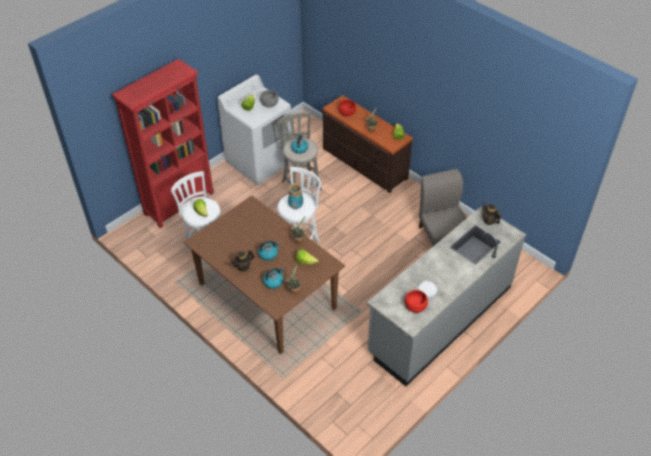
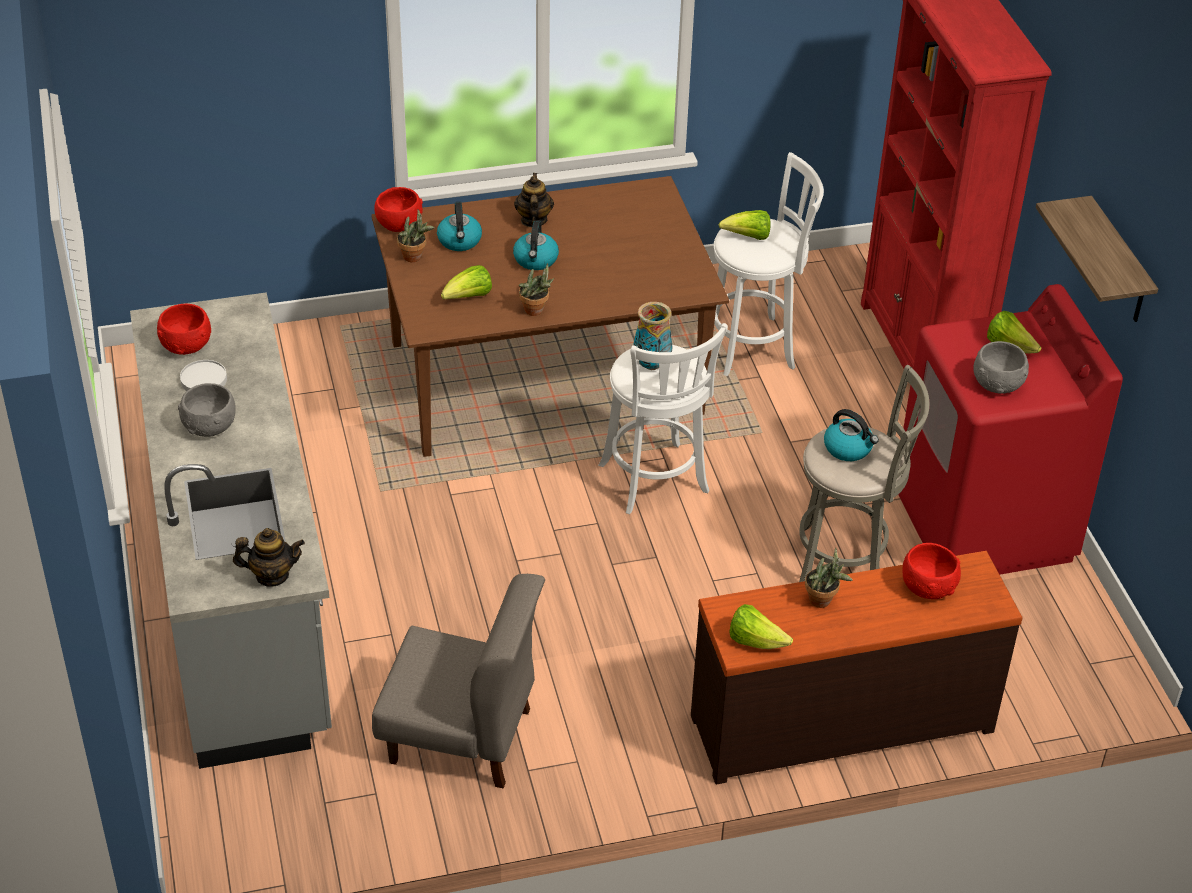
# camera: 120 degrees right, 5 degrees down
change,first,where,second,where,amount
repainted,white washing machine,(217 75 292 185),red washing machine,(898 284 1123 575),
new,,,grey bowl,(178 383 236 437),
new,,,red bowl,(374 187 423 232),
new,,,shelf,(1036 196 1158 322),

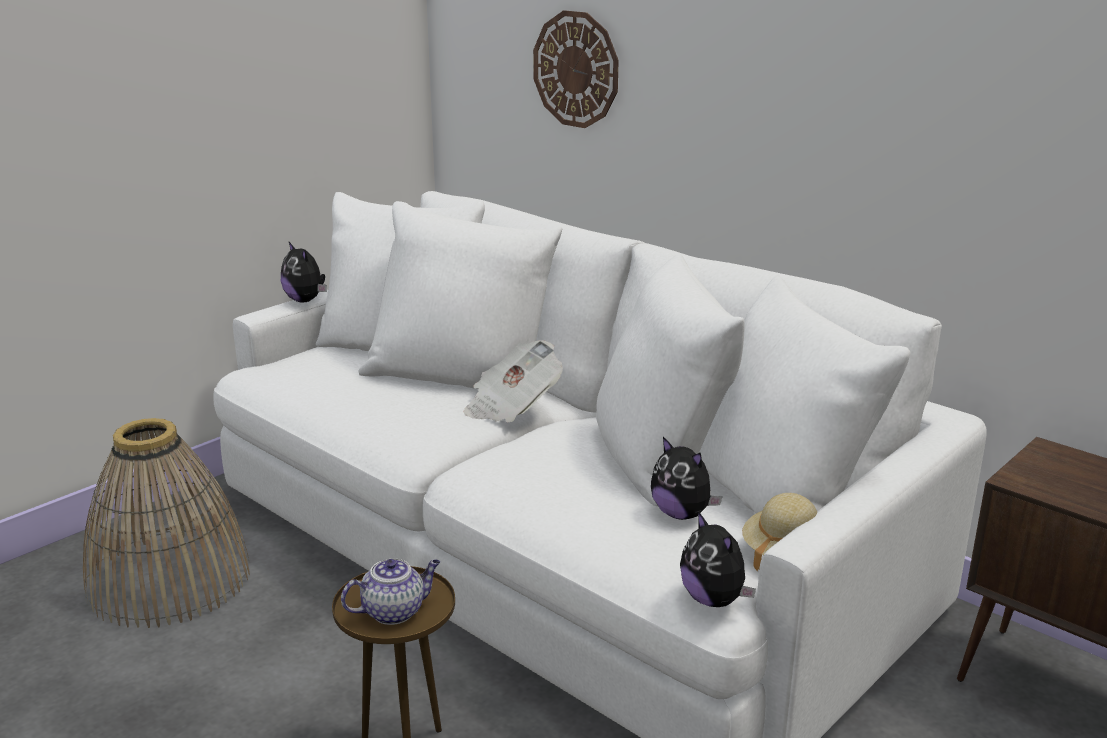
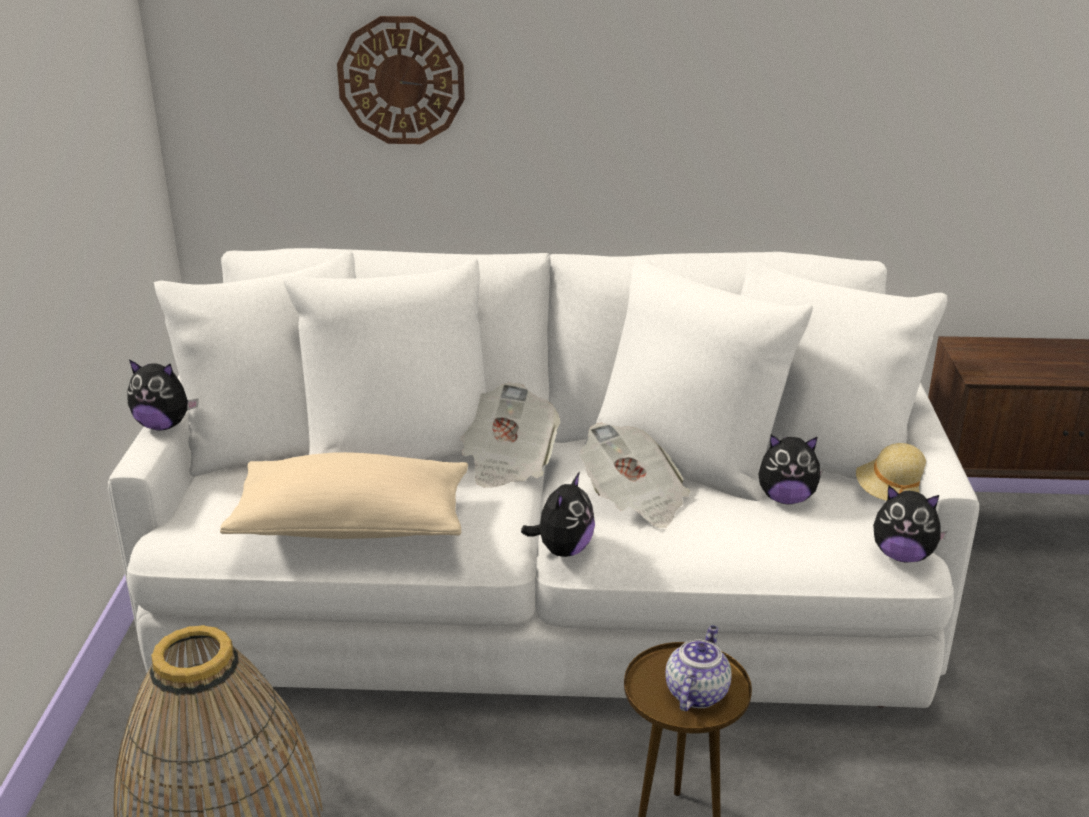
# camera: 40 degrees left, 5 degrees up
change,first,where,second,where,amount
new,,,beige pillow,(220 452 468 539),
new,,,plush toy,(521 472 595 557),
new,,,newspaper,(580 422 690 528),

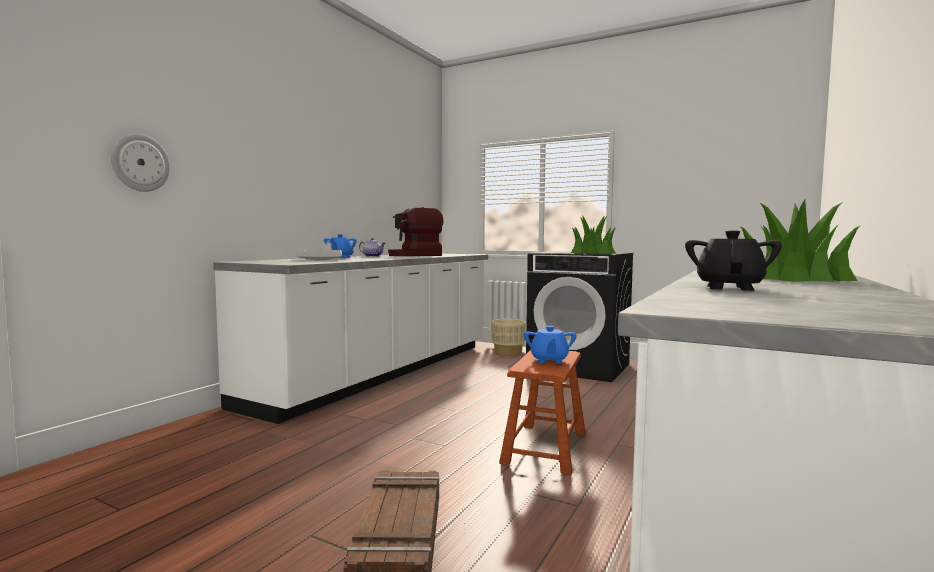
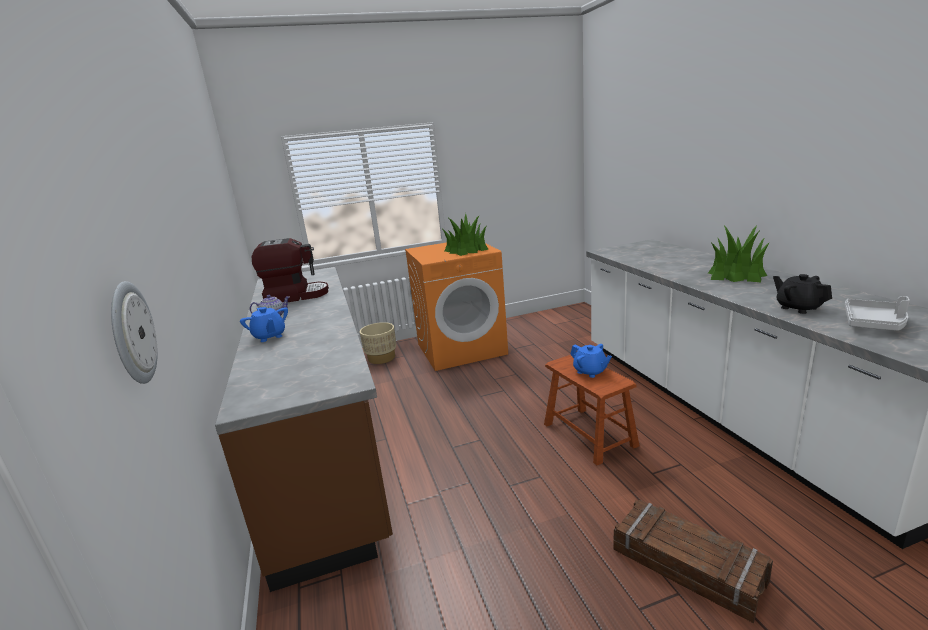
# camera: 45 degrees left, 15 degrees up
change,first,where,second,where,amount
repainted,white counter,(213 254 488 424),brown counter,(215 267 393 592),
shifted,grey tray,(296 243 342 260),,(845 296 910 331),
rotated,coffee machine,(388 207 443 256),,(252 238 329 302),120 degrees counterclockwise
repainted,black washing machine,(526 251 634 382),orange washing machine,(405 243 508 371),

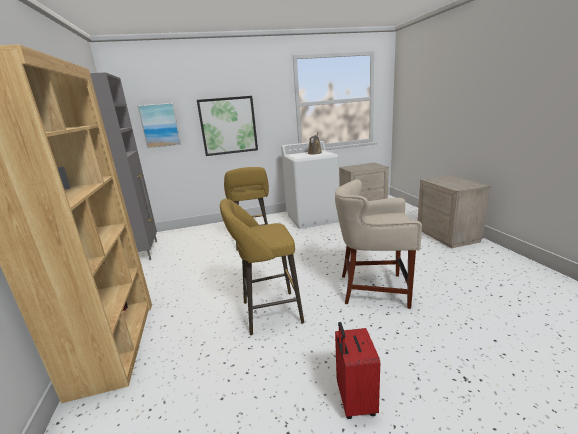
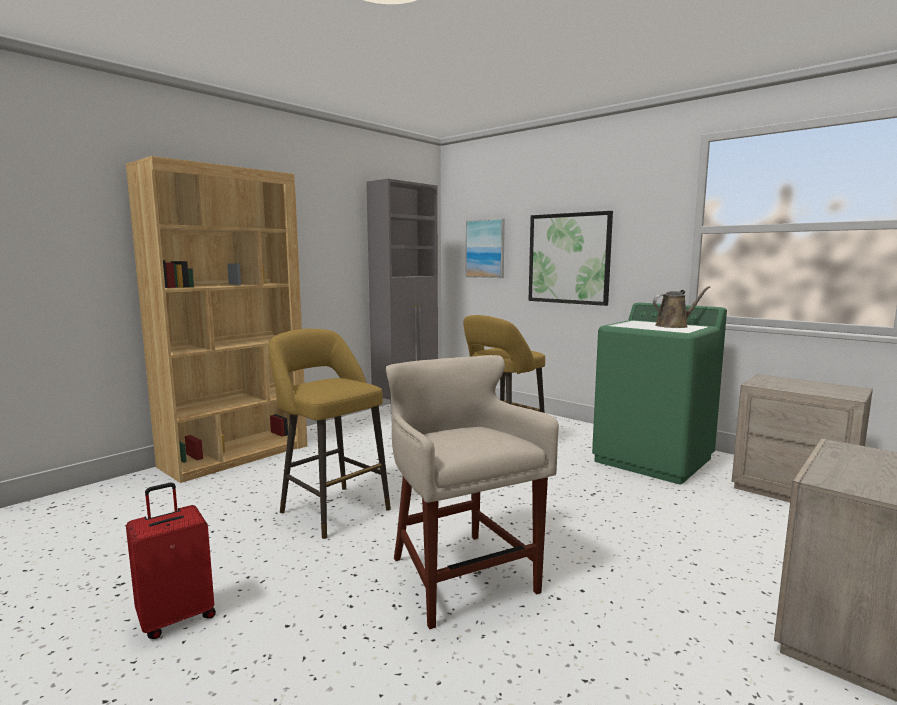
# camera: 55 degrees right, 10 degrees down
change,first,where,second,where,amount
repainted,white washing machine,(281 141 340 229),green washing machine,(592 302 727 484),

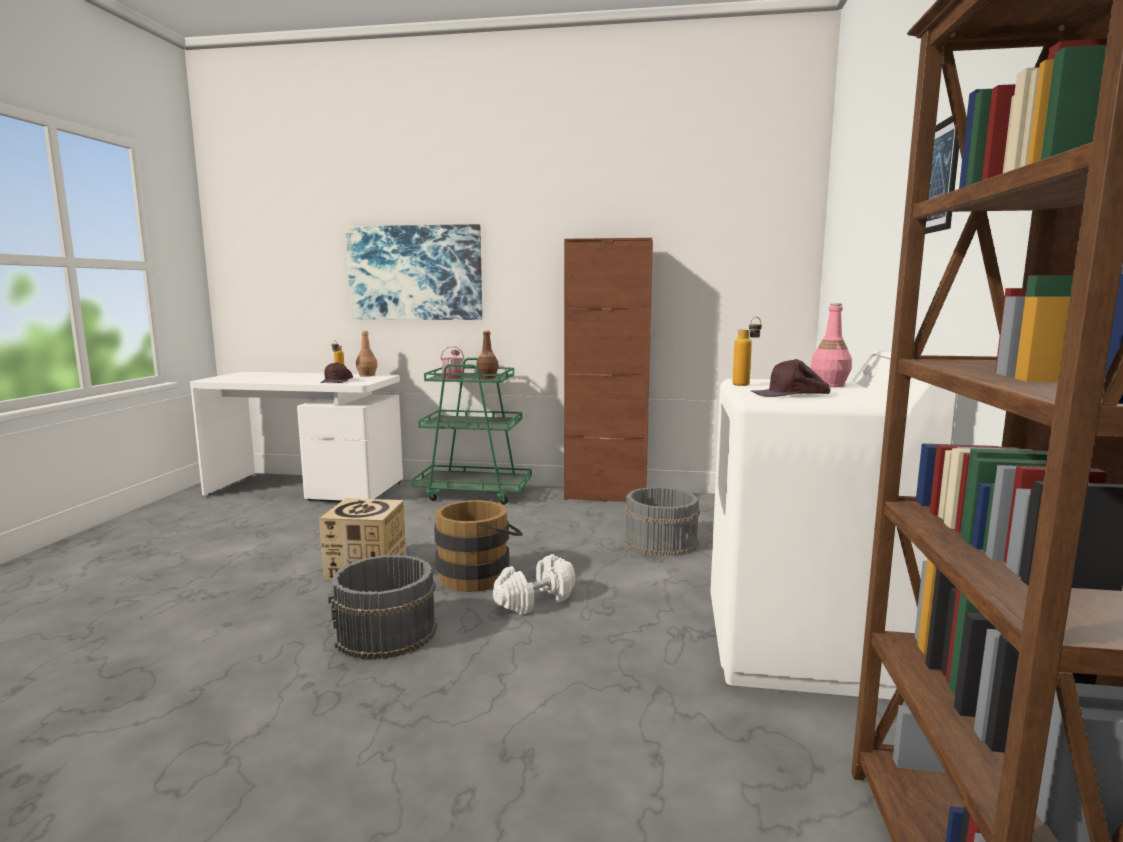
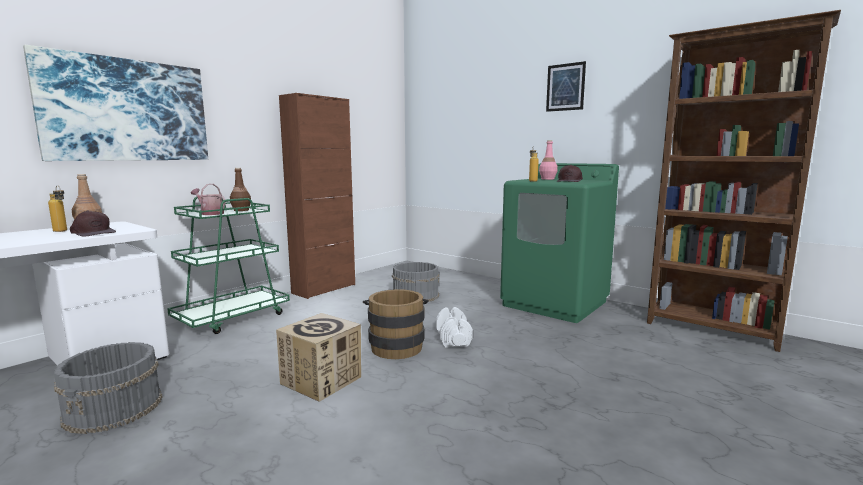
# camera: 60 degrees left, 0 degrees up
change,first,where,second,where,amount
shifted,grey bucket,(327 555 437 660),,(54 342 162 434),
repainted,white washing machine,(710 350 958 699),green washing machine,(500 163 619 323),

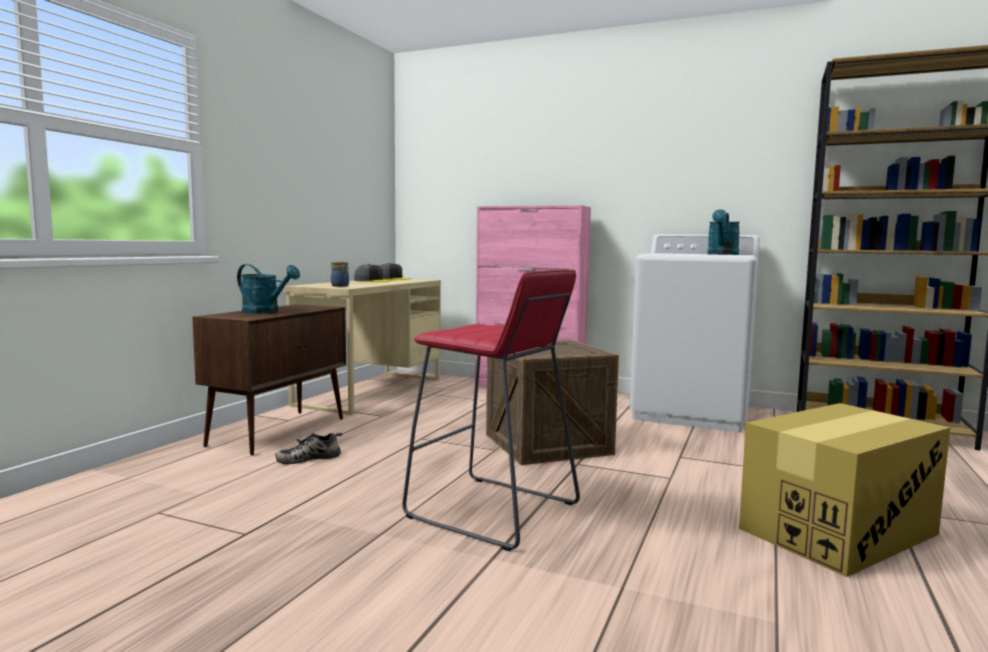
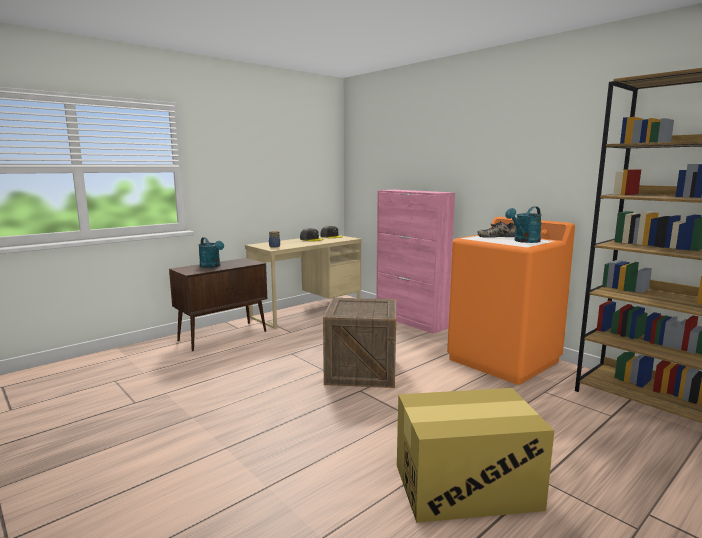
# camera: 25 degrees right, 5 degrees up
change,first,where,second,where,amount
shifted,shoe,(275 433 342 464),,(478 221 515 238),
gone,red stool,(402 270 580 551),,,
repainted,white washing machine,(629 234 760 432),orange washing machine,(447 217 575 385),

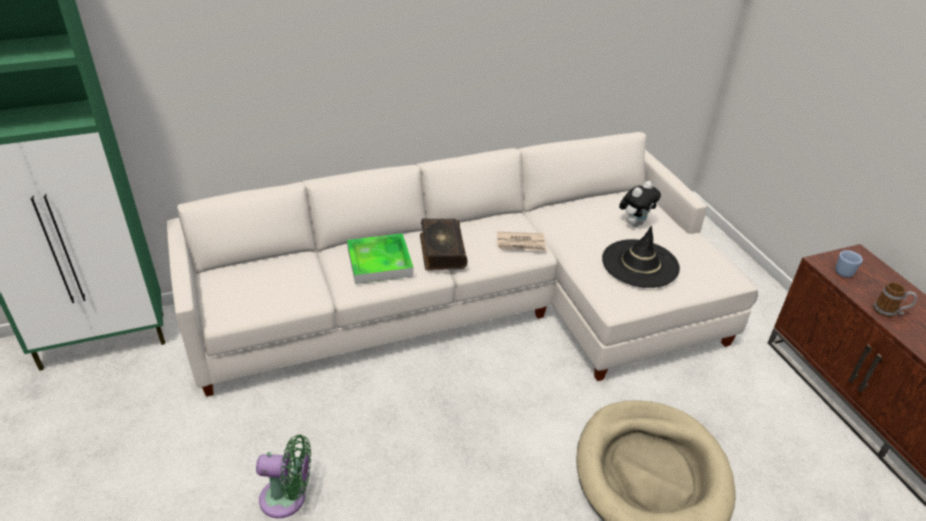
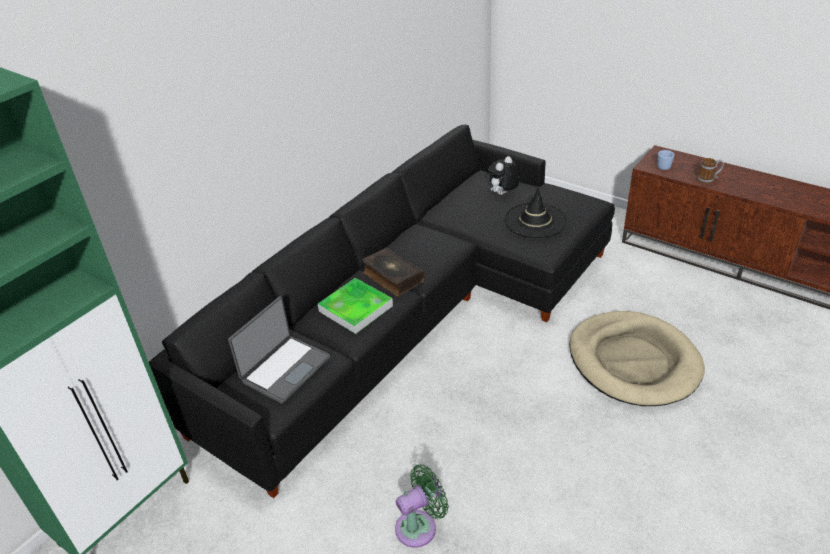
# camera: 30 degrees left, 0 degrees up
change,first,where,second,where,amount
repainted,white sofa,(167 132 758 397),black sofa,(149 125 615 498),
gone,newspaper,(497 232 546 251),,,
rotated,plush toy,(619 181 661 227),,(488 156 519 195),150 degrees counterclockwise
new,,,laptop,(228 296 331 404),

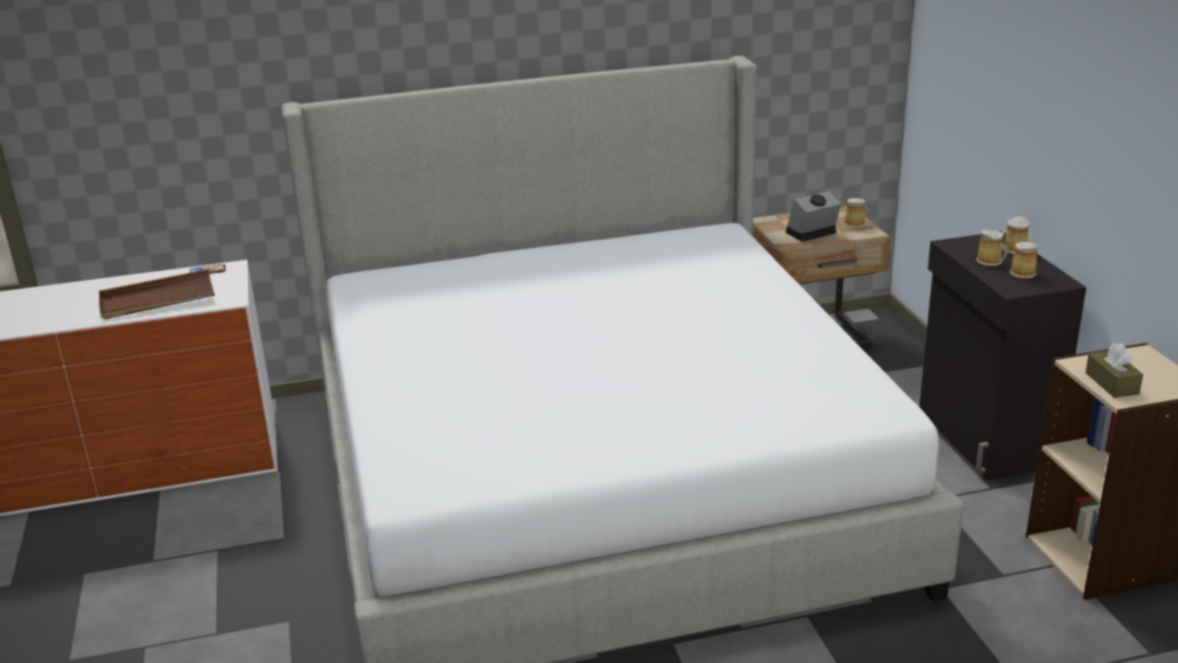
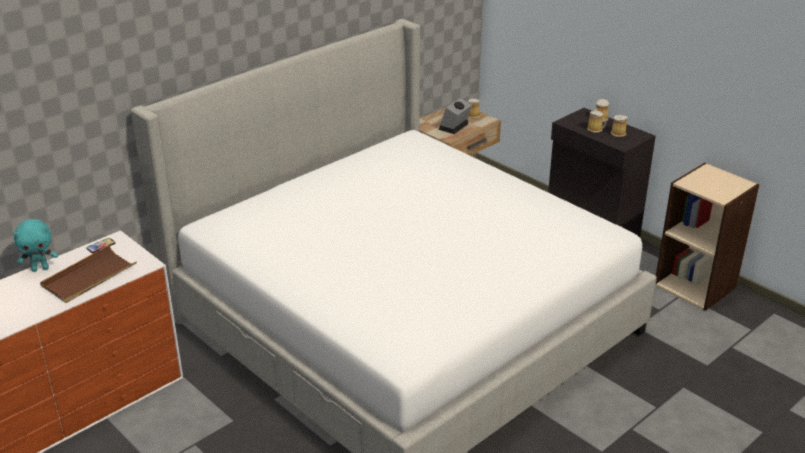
# camera: 30 degrees left, 5 degrees up
change,first,where,second,where,amount
gone,brown tissue box,(1085 343 1143 398),,,
new,,,turquoise plush toy,(13 219 58 272),

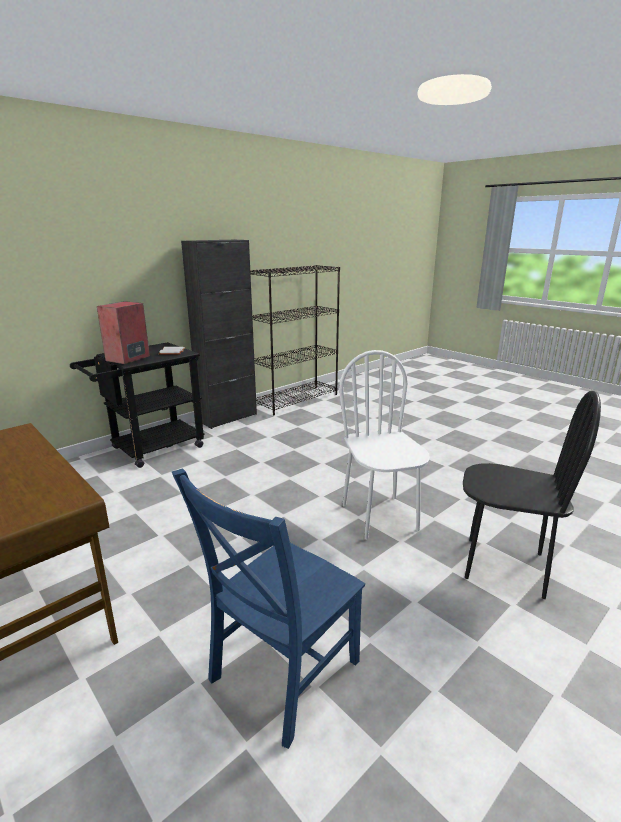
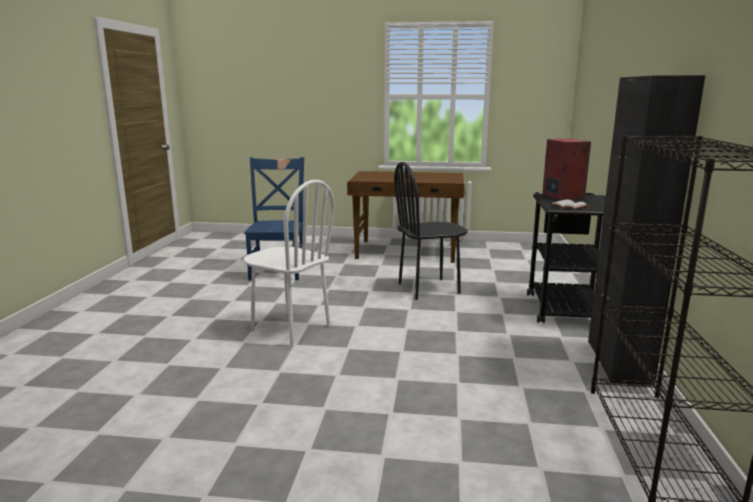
# camera: 140 degrees right, 5 degrees down
change,first,where,second,where,amount
shifted,black chair,(463 391 601 599),,(394 162 468 300),

